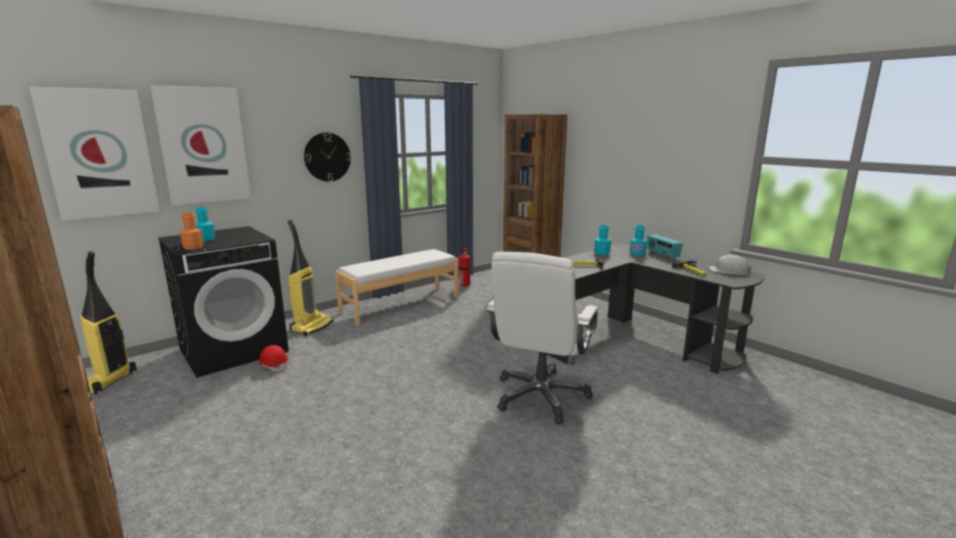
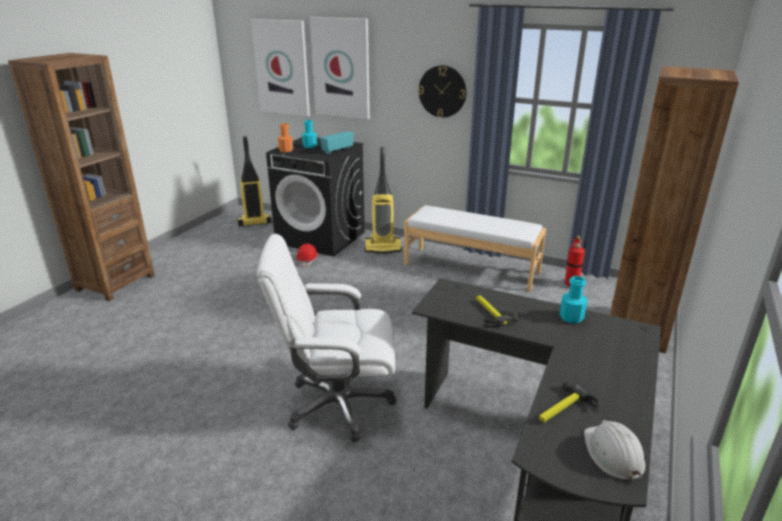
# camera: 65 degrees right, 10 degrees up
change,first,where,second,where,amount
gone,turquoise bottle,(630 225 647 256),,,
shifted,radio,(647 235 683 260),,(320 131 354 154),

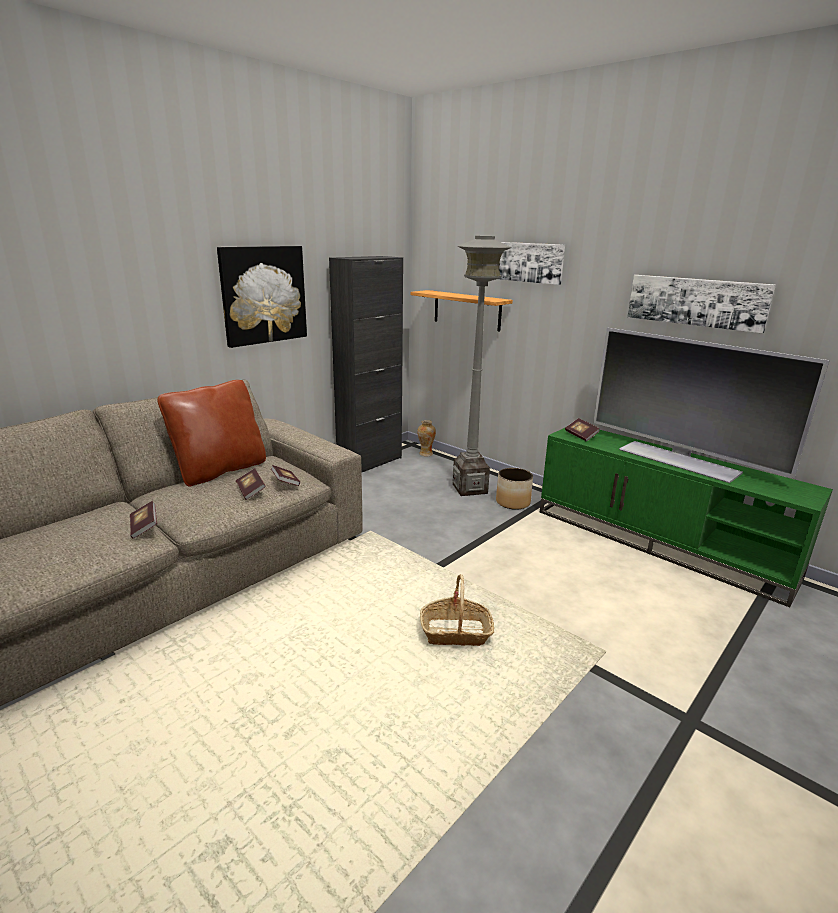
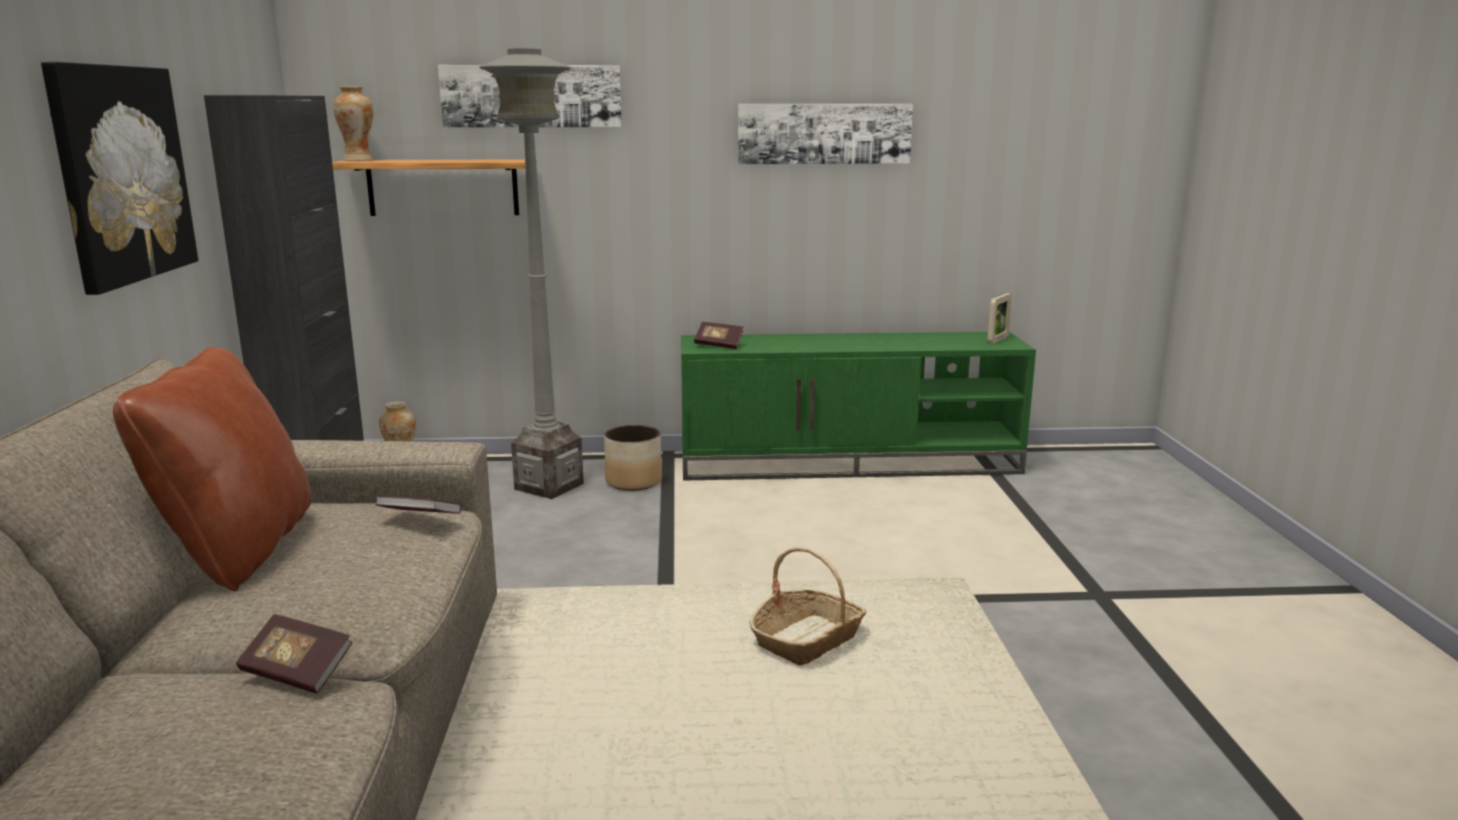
# camera: 45 degrees left, 5 degrees down
change,first,where,second,where,amount
gone,book,(236 468 266 500),,,
gone,television,(593 328 830 483),,,
new,,,vase,(333 87 373 161),
new,,,picture frame,(988 293 1012 344),

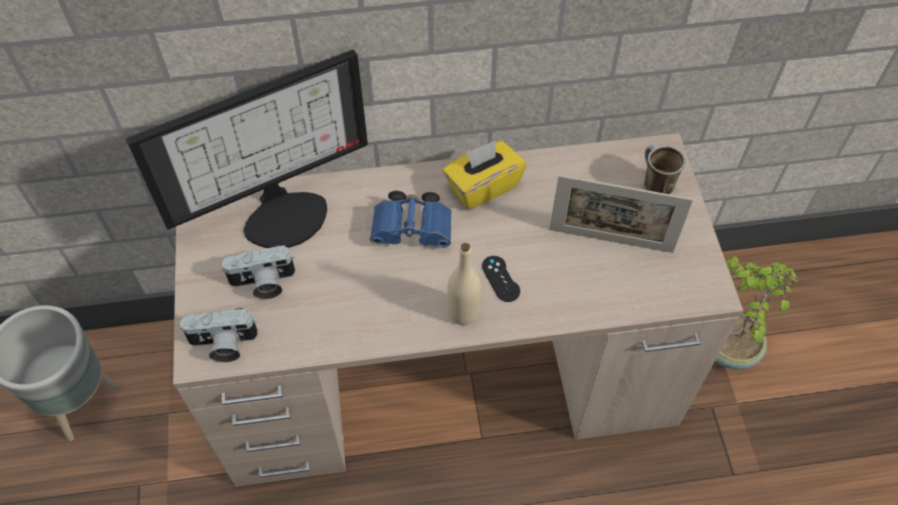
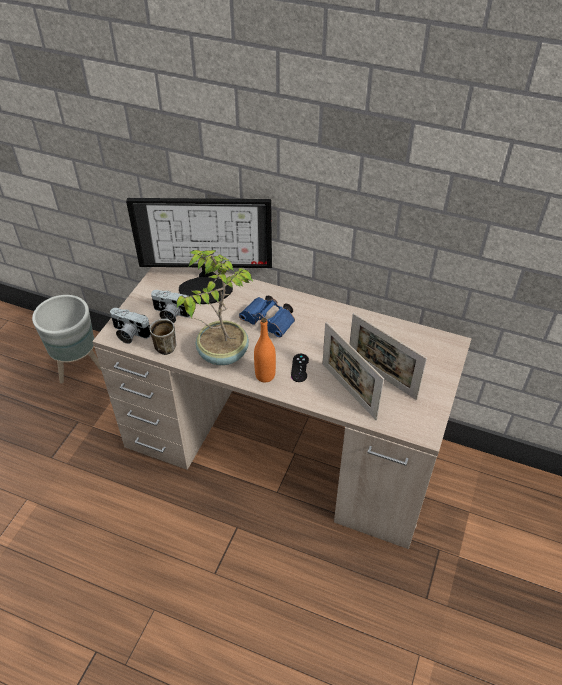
# camera: 30 degrees right, 10 degrees down
change,first,where,second,where,amount
gone,yellow tissue box,(443 140 526 210),,,
repainted,beige bottle,(447 243 481 325),orange bottle,(254 318 276 382),
shifted,mug,(644 145 685 194),,(149 319 177 355),
shifted,potted plant,(715 255 798 370),,(176 250 253 365),
new,,,picture frame,(322 322 384 420),

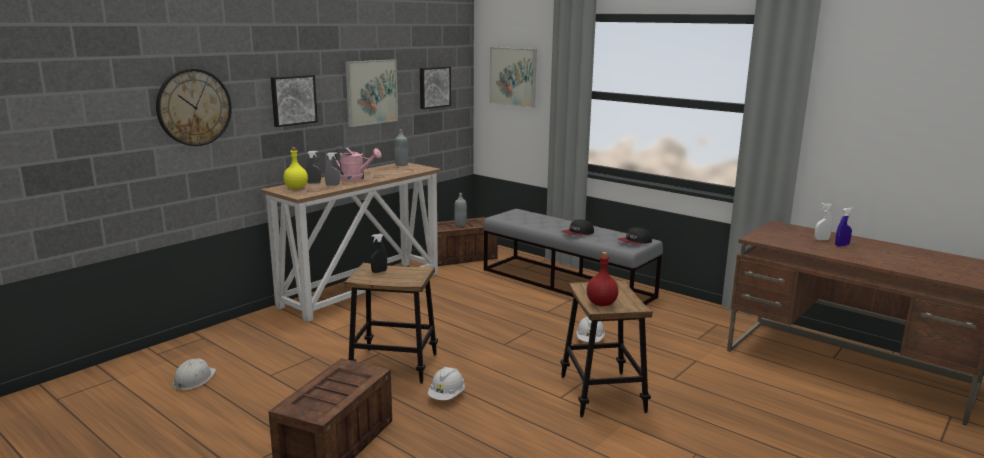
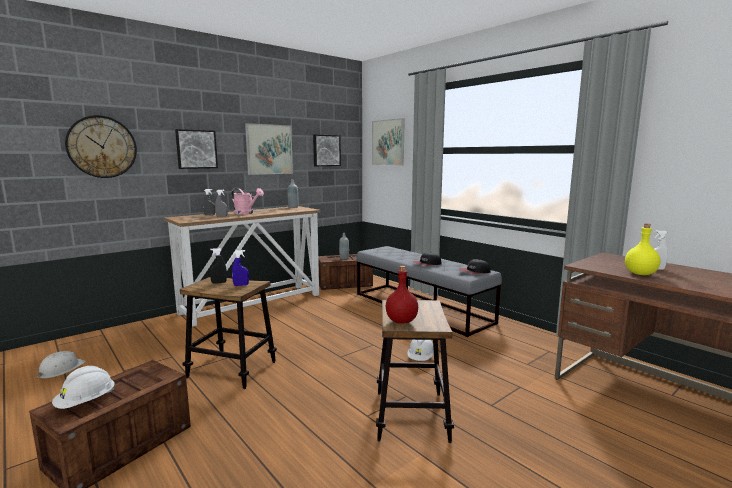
# camera: 10 degrees right, 5 degrees down
change,first,where,second,where,amount
shifted,yellow bottle,(283 147 308 189),,(625 224 660 275),
shifted,white hard hat,(428 367 465 400),,(52 366 115 409),
shifted,blue spray bottle,(835 207 854 246),,(232 250 249 286),

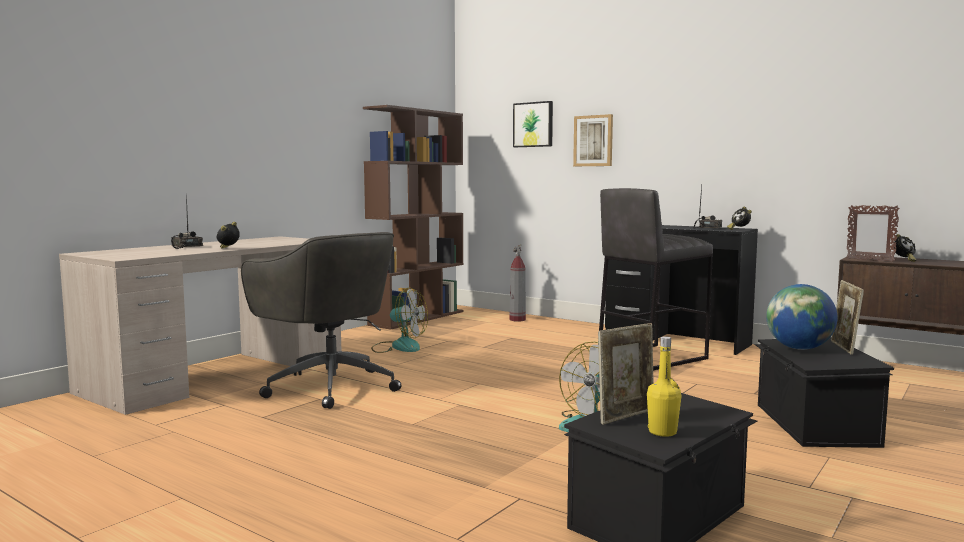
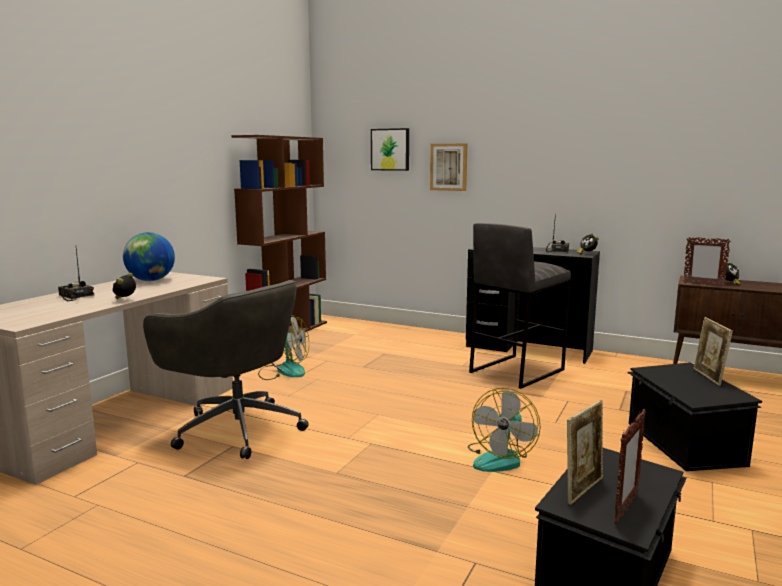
# camera: 10 degrees left, 5 degrees up
change,first,where,second,where,amount
gone,fire extinguisher,(509 245 526 322),,,
swapped,yellow bottle,(647 336 682 437),picture frame,(614 409 646 525),
shifted,globe,(766 284 838 350),,(123 232 175 281),

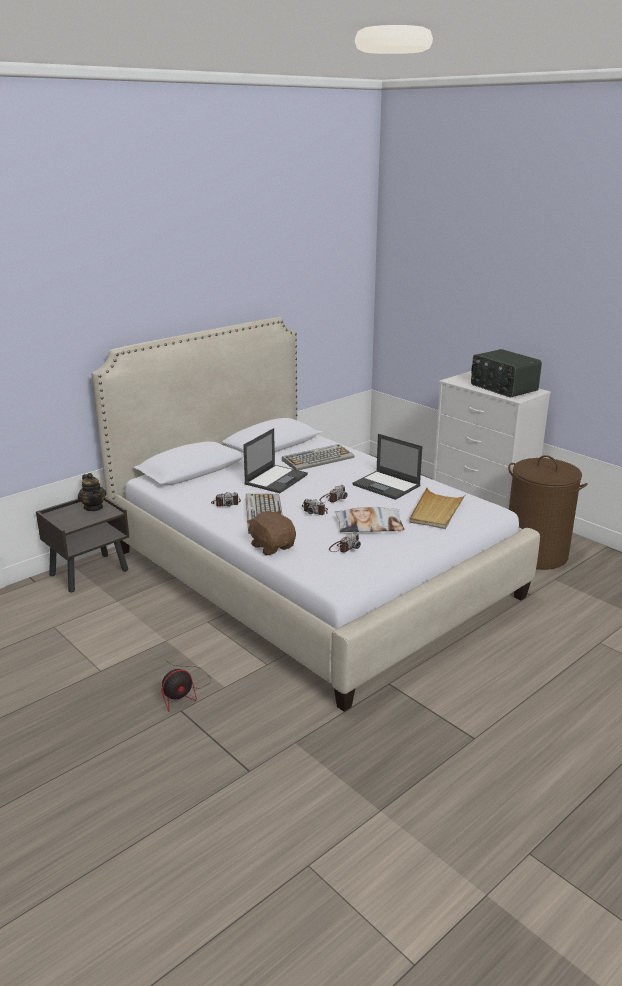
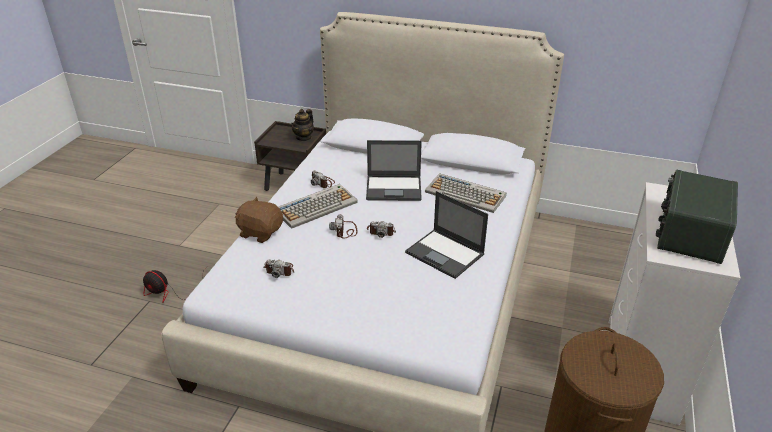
# camera: 60 degrees right, 10 degrees up
change,first,where,second,where,amount
rotated,brown plush toy,(247 510 296 555),,(235 197 283 243),90 degrees counterclockwise
gone,pillow,(334 507 405 532),,,
rotated,laptop,(352 434 422 500),,(405 191 488 279),60 degrees counterclockwise
gone,beige tray,(409 488 466 529),,,

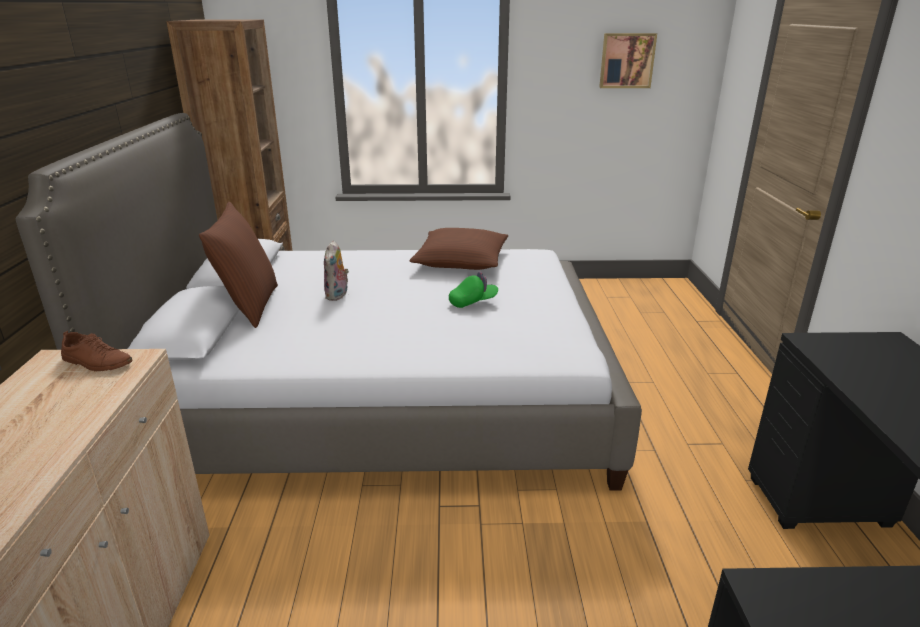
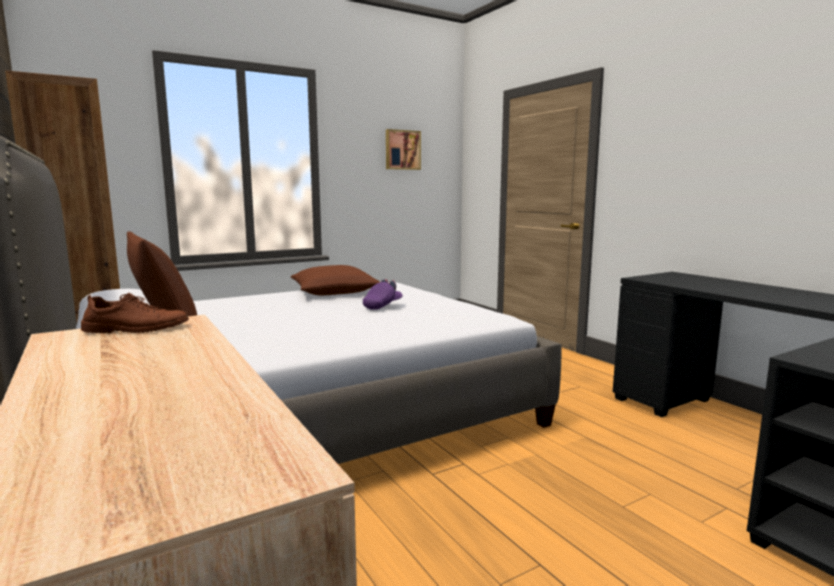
# camera: 30 degrees left, 15 degrees down
change,first,where,second,where,amount
gone,plush toy,(324 240 349 301),,,
repainted,green cap,(449 272 498 308),purple cap,(363 279 402 310),

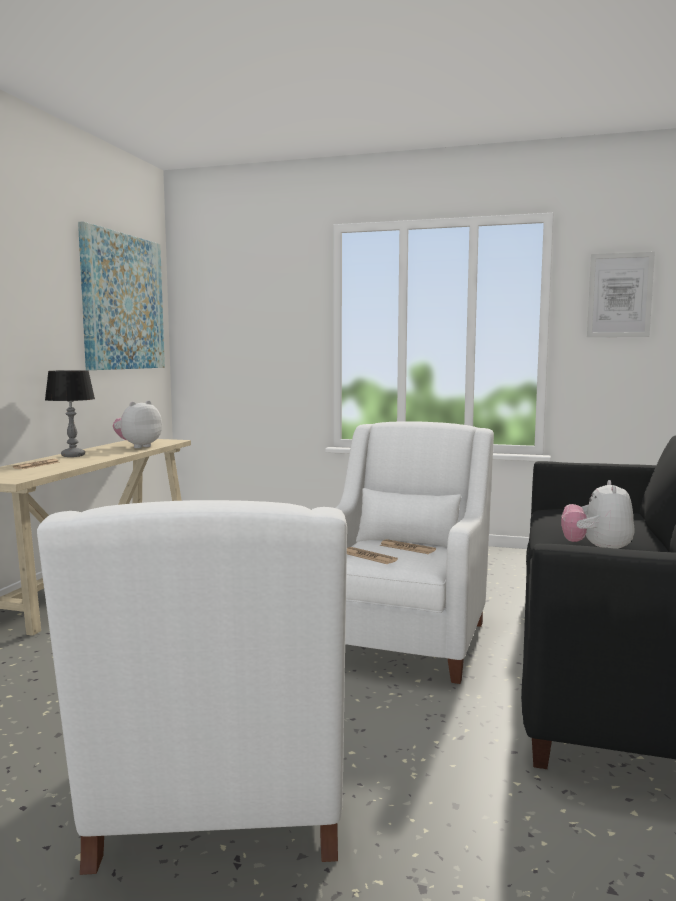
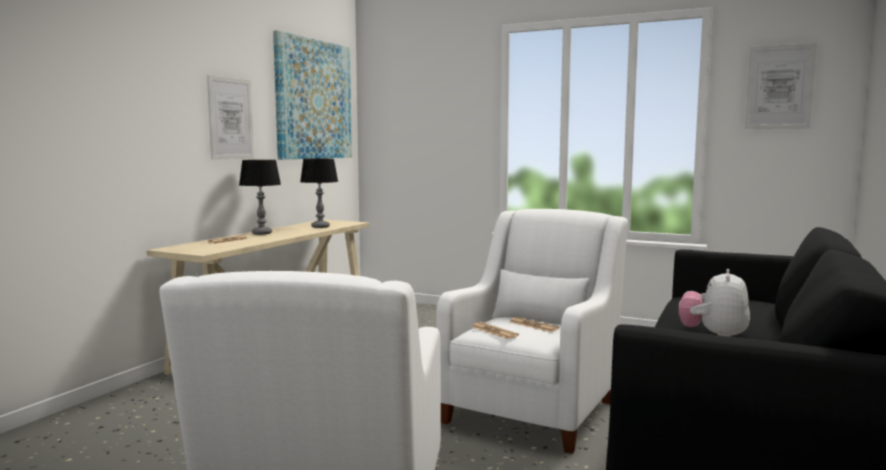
# camera: 10 degrees right, 0 degrees up
change,first,where,second,where,amount
swapped,plush toy,(113 400 162 448),table lamp,(300 159 338 228),
new,,,picture,(207 75 254 160),

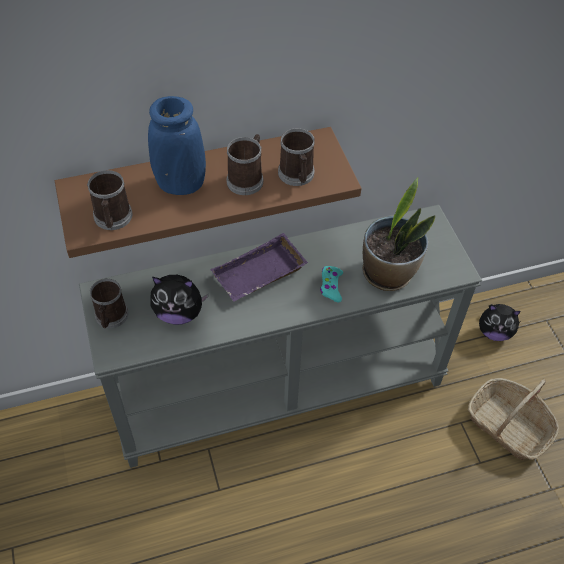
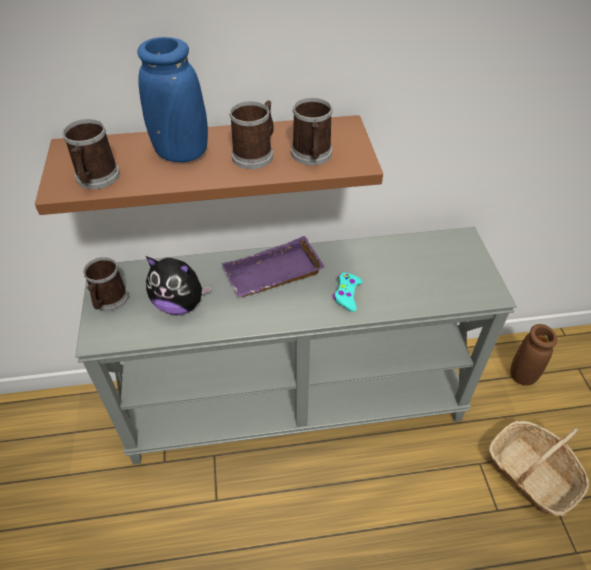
# camera: 10 degrees right, 5 degrees down
change,first,where,second,where,amount
gone,potted plant,(363 177 436 291),,,
swapped,plush toy,(479 304 521 341),brown vase,(510 324 557 385),

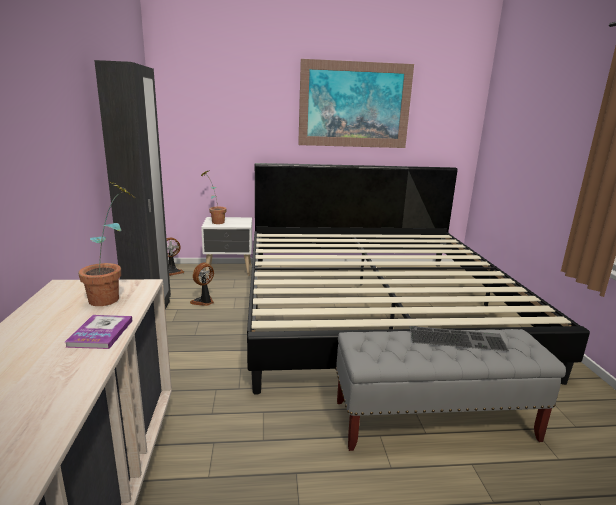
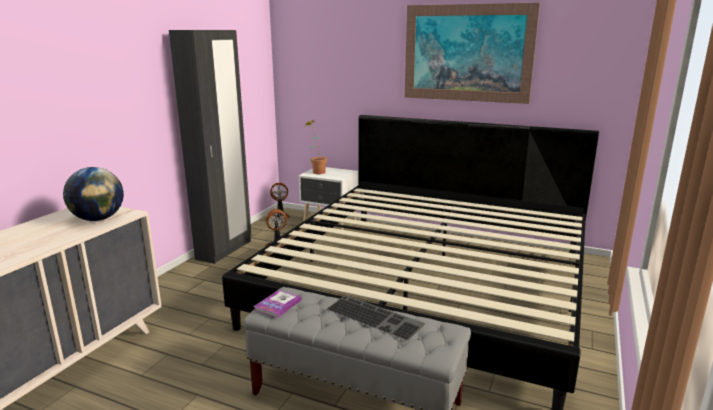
# camera: 30 degrees right, 0 degrees up
change,first,where,second,where,amount
shifted,book,(65 315 132 349),,(254 290 302 318),
swapped,potted plant,(78 182 134 306),globe,(63 167 124 221),

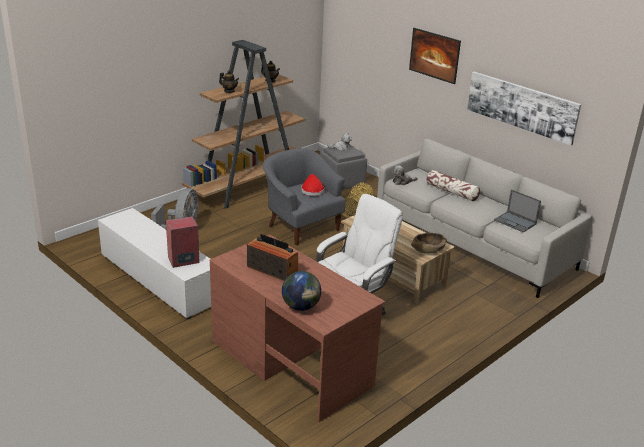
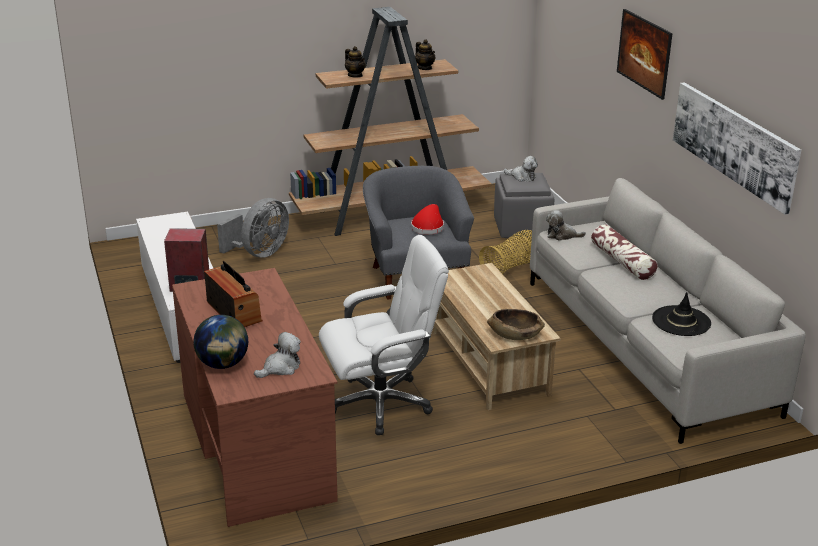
# camera: 25 degrees right, 0 degrees up
change,first,where,second,where,amount
swapped,laptop,(494 189 541 232),black hat,(652 292 711 336),
new,,,plush toy,(254 332 300 378),

